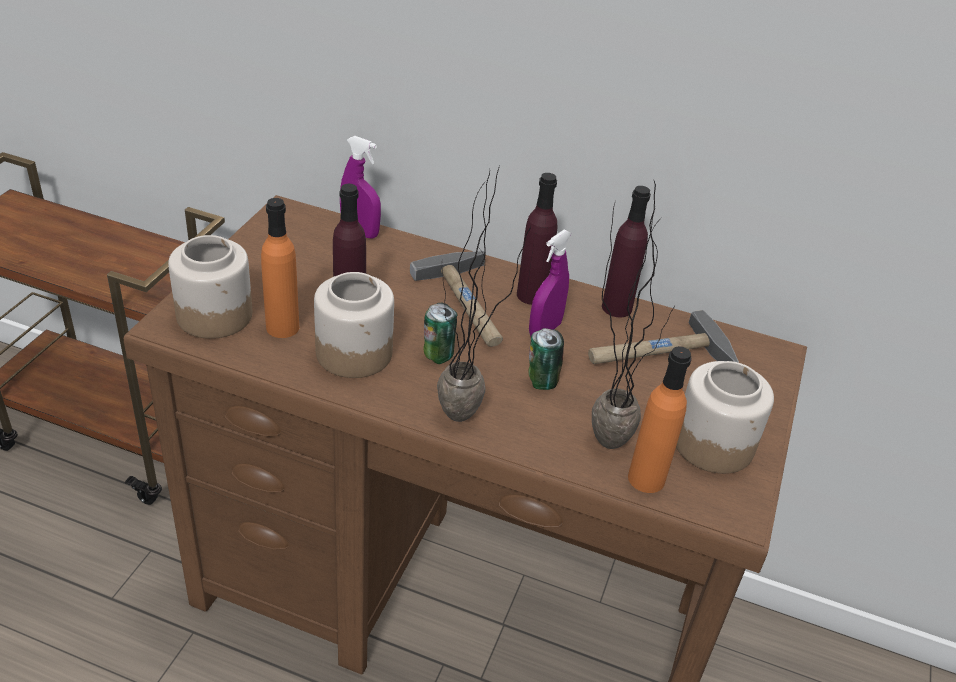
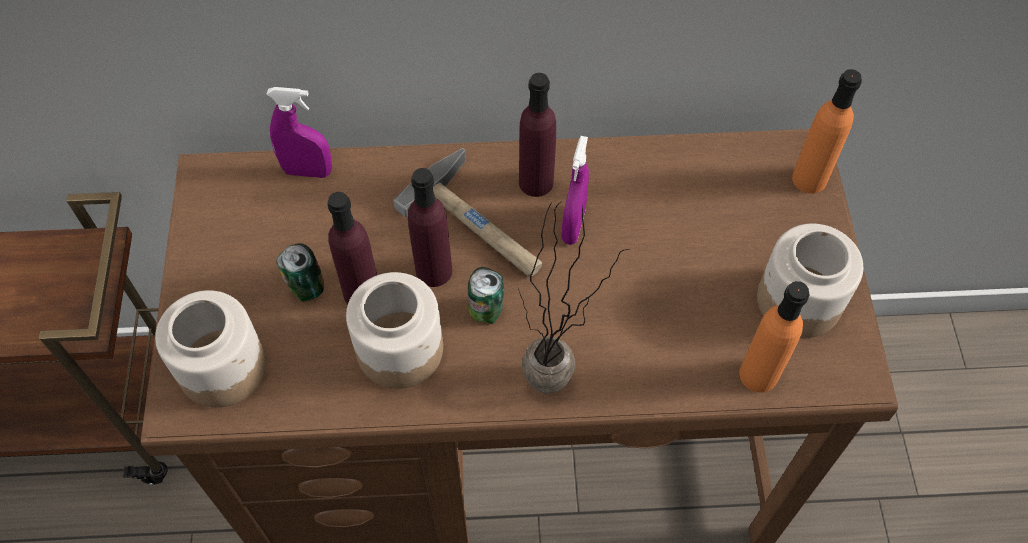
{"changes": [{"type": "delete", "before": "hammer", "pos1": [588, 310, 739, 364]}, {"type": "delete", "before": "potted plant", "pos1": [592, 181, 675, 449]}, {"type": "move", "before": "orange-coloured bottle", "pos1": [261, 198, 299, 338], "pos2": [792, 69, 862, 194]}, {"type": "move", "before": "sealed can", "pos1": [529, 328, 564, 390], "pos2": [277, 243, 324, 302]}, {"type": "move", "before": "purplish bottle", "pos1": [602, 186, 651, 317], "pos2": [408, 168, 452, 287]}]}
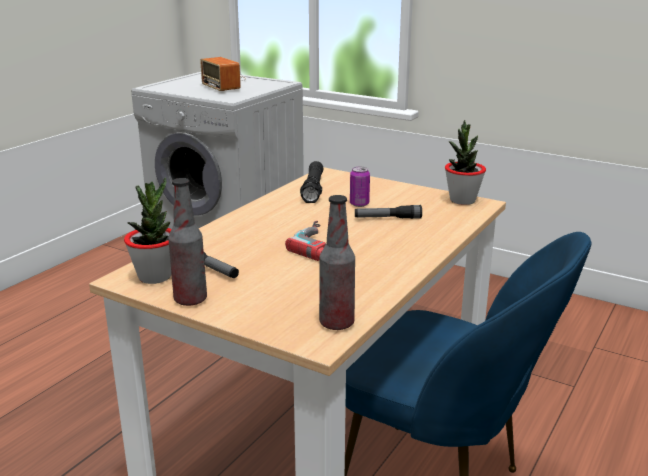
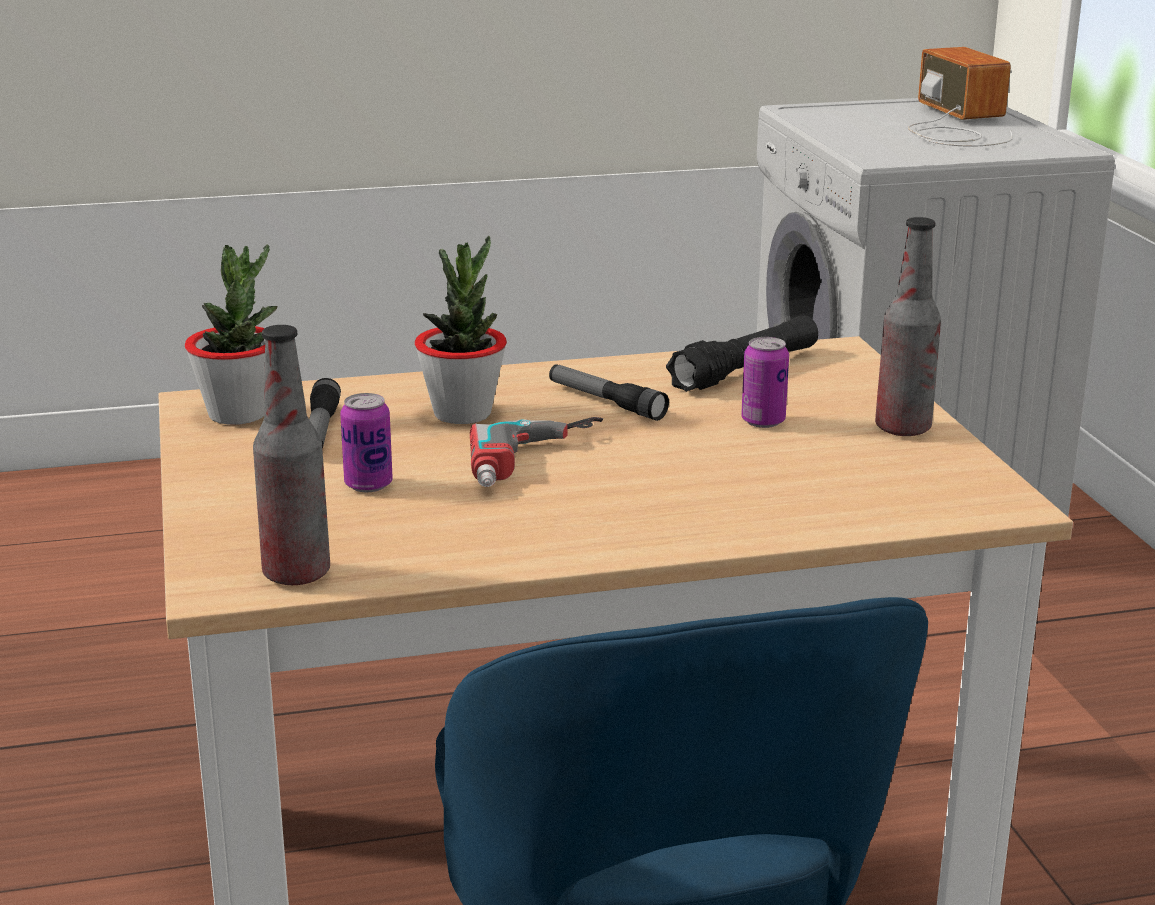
{"changes": [{"type": "insert", "after": "sealed can", "pos2": [340, 393, 393, 492]}, {"type": "move", "before": "bottle", "pos1": [168, 178, 207, 306], "pos2": [875, 217, 941, 436]}, {"type": "move", "before": "hand torch", "pos1": [355, 205, 422, 219], "pos2": [549, 364, 669, 421]}, {"type": "move", "before": "potted plant", "pos1": [445, 120, 486, 205], "pos2": [415, 236, 507, 424]}, {"type": "rotate", "before": "radio set", "pos1": [200, 57, 246, 91], "pos2": [908, 47, 1013, 147], "turn": 150}]}
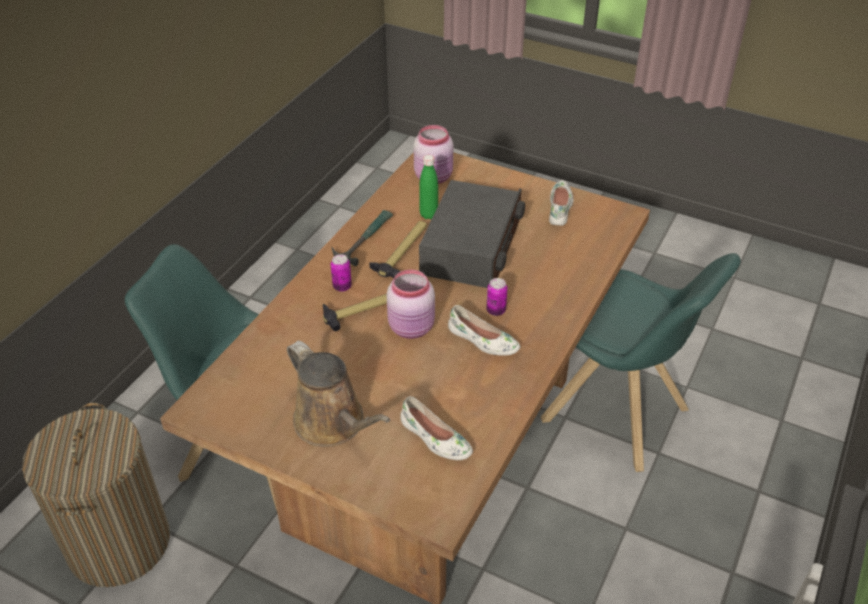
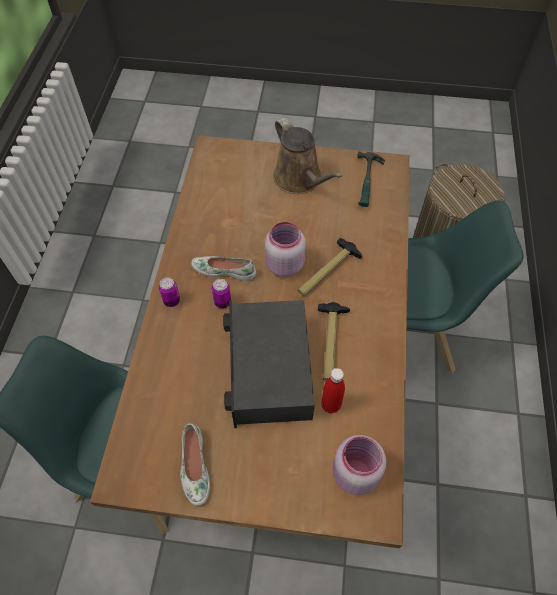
{"changes": [{"type": "delete", "before": "white item of footwear", "pos1": [400, 396, 473, 460]}, {"type": "move", "before": "sealed can", "pos1": [331, 254, 352, 292], "pos2": [159, 277, 180, 307]}, {"type": "move", "before": "hammer", "pos1": [332, 210, 393, 266], "pos2": [357, 152, 385, 207]}, {"type": "recolor", "before": "greenish bottle", "after": "reddish bottle", "pos1": [420, 155, 438, 219], "pos2": [321, 368, 345, 413]}, {"type": "rotate", "before": "brown sprinkling can", "pos1": [287, 341, 390, 447], "pos2": [273, 118, 342, 194], "turn": -150}]}
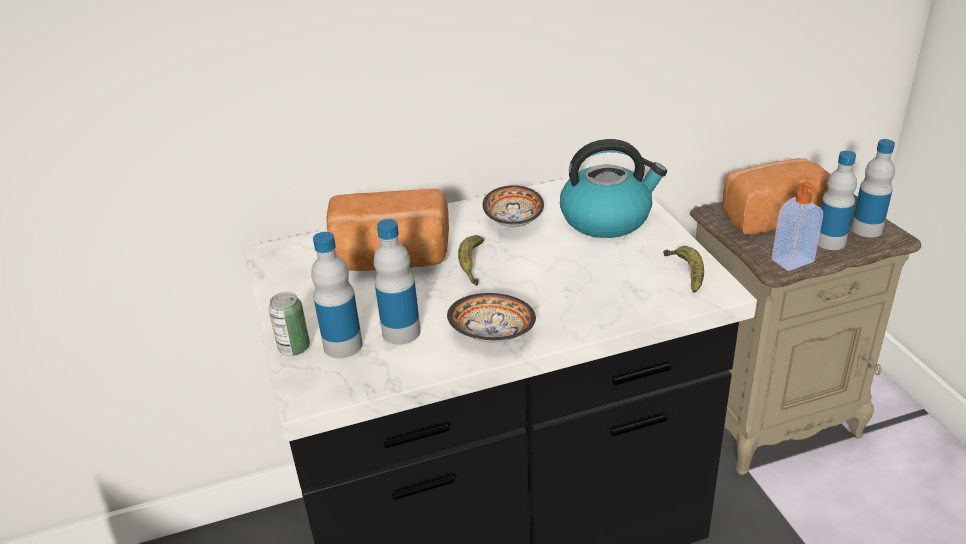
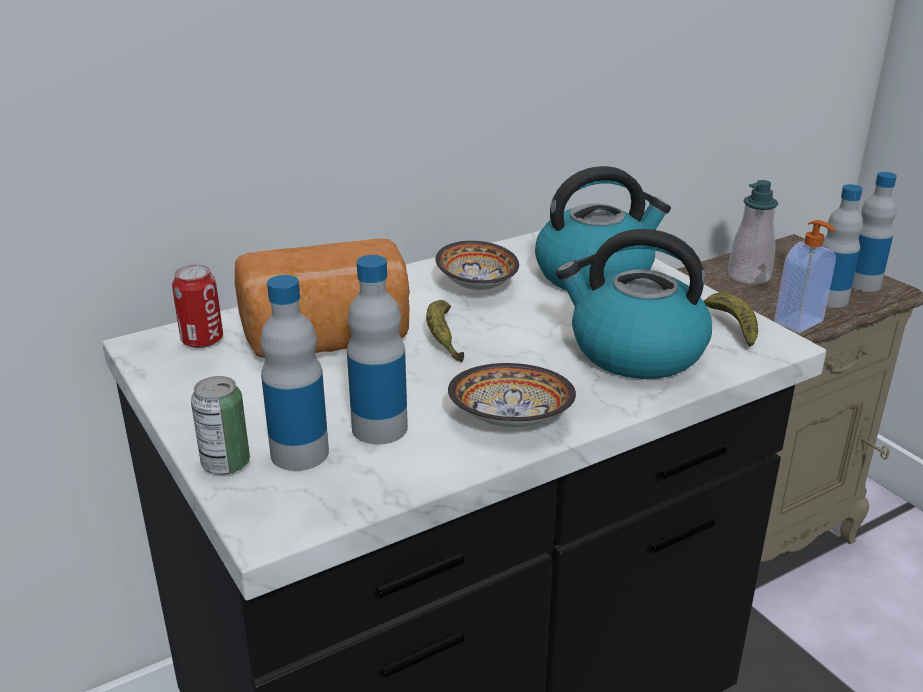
{"changes": [{"type": "insert", "after": "sealed can", "pos2": [172, 264, 223, 348]}, {"type": "insert", "after": "kettle", "pos2": [556, 229, 712, 379]}, {"type": "replace", "before": "bread", "after": "liquid soap bottle", "pos1": [723, 158, 830, 235], "pos2": [728, 180, 778, 285]}]}
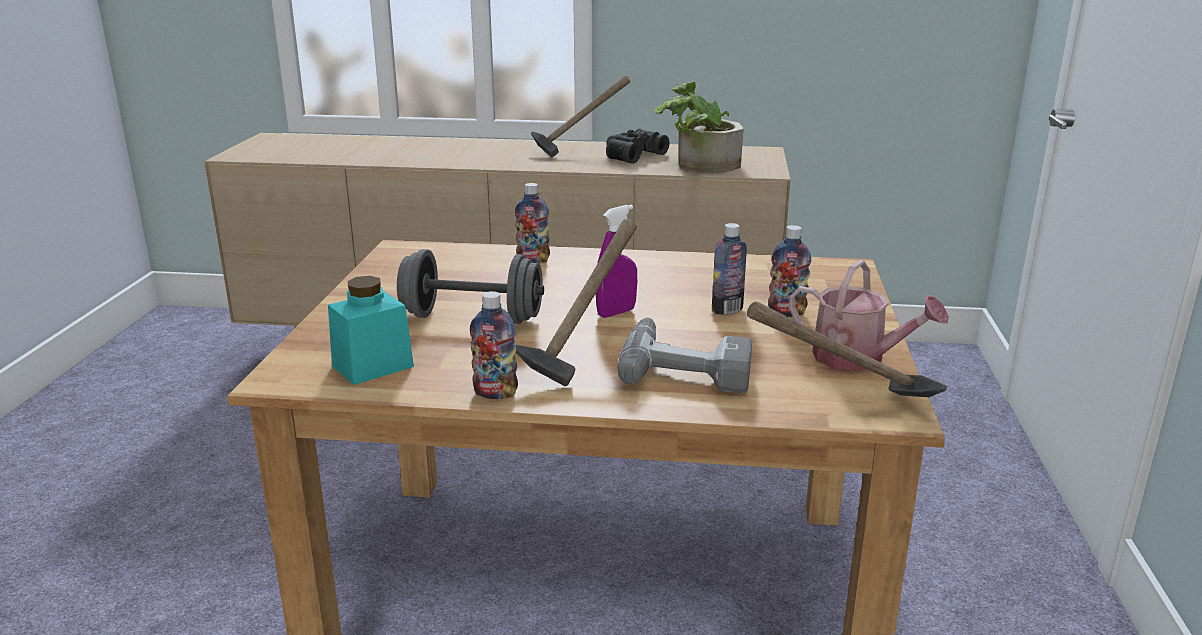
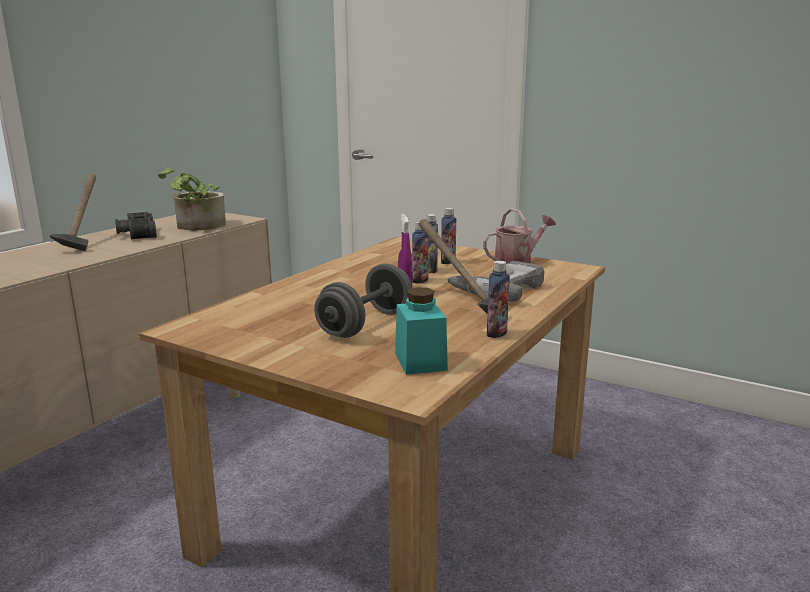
{"changes": [{"type": "delete", "before": "hammer", "pos1": [747, 302, 947, 397]}, {"type": "move", "before": "bottle", "pos1": [515, 183, 550, 263], "pos2": [412, 222, 429, 284]}]}
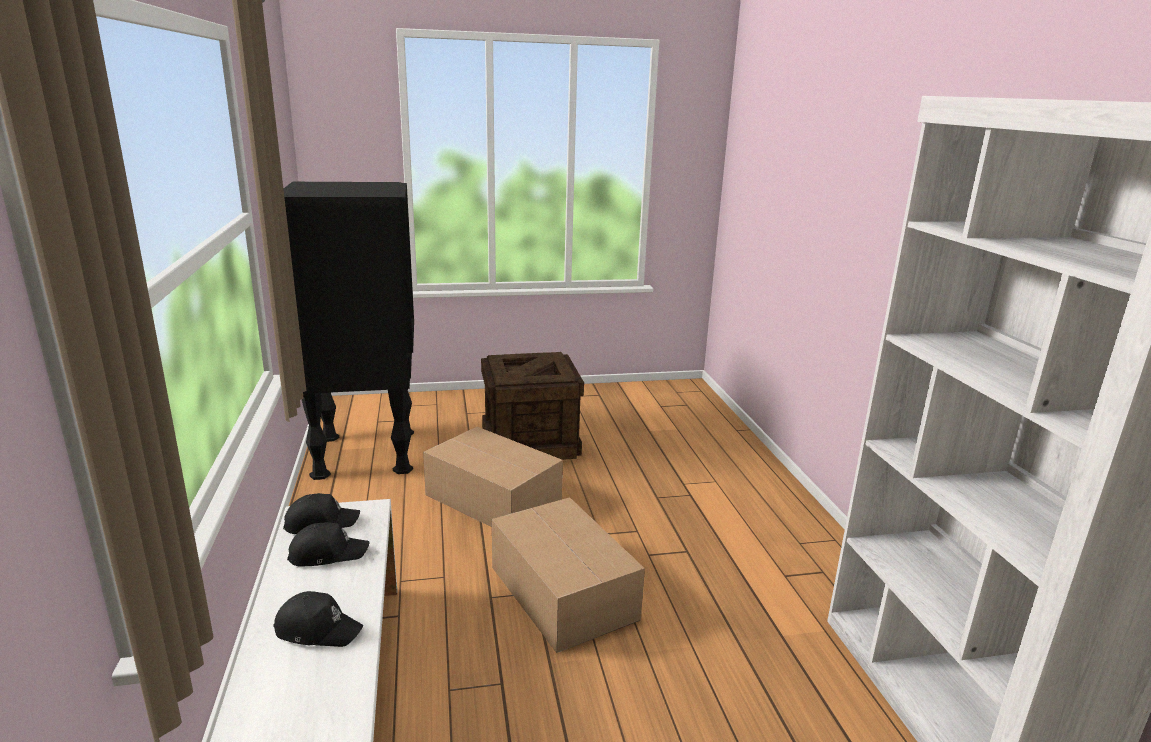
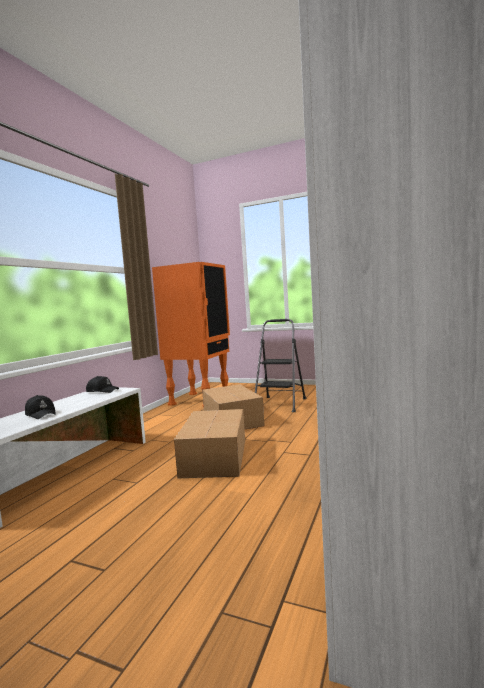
{"changes": [{"type": "delete", "before": "black-coloured baseball cap", "pos1": [287, 522, 370, 566]}, {"type": "replace", "before": "crate", "after": "black-coloured stepladder", "pos1": [481, 352, 584, 460], "pos2": [255, 319, 307, 412]}, {"type": "recolor", "before": "black-coloured cupboard", "after": "orange-coloured cupboard", "pos1": [283, 182, 414, 480], "pos2": [152, 262, 230, 407]}]}
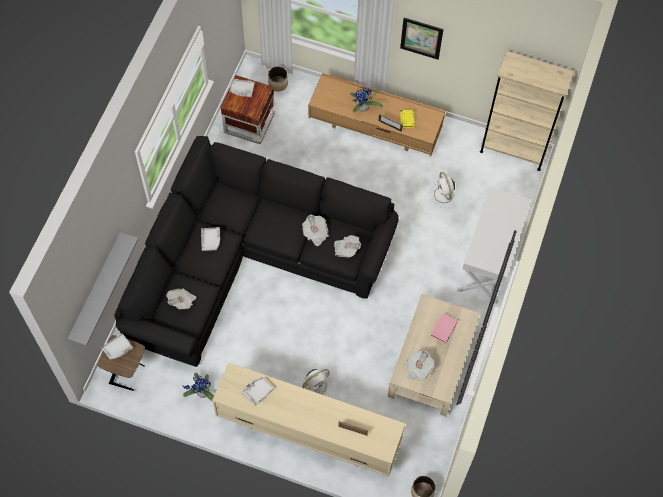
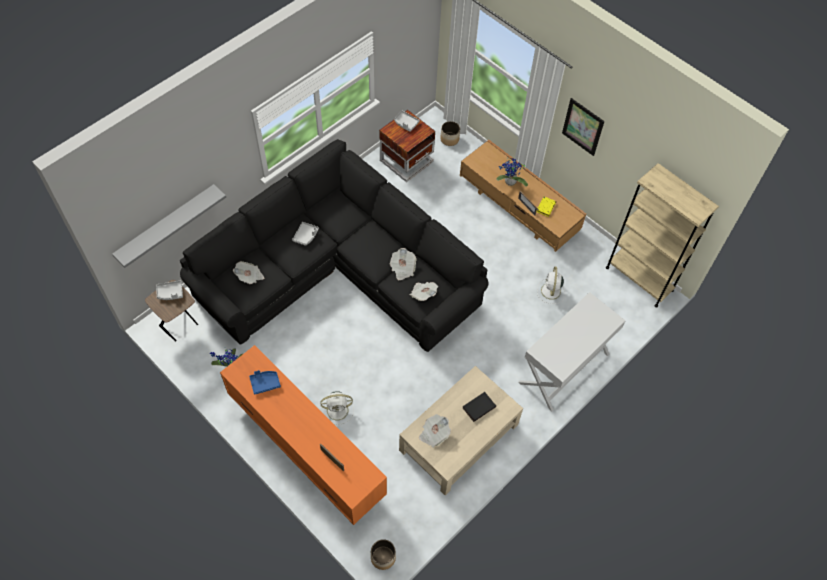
{"changes": [{"type": "recolor", "before": "beige cupboard", "after": "orange-coloured cupboard", "pos1": [212, 362, 405, 477], "pos2": [220, 345, 387, 525]}, {"type": "recolor", "before": "grey carrying tray", "after": "blue carrying tray", "pos1": [242, 377, 274, 406], "pos2": [249, 370, 281, 395]}, {"type": "recolor", "before": "pink-coloured book", "after": "black-coloured book", "pos1": [430, 313, 458, 344], "pos2": [463, 392, 496, 422]}]}
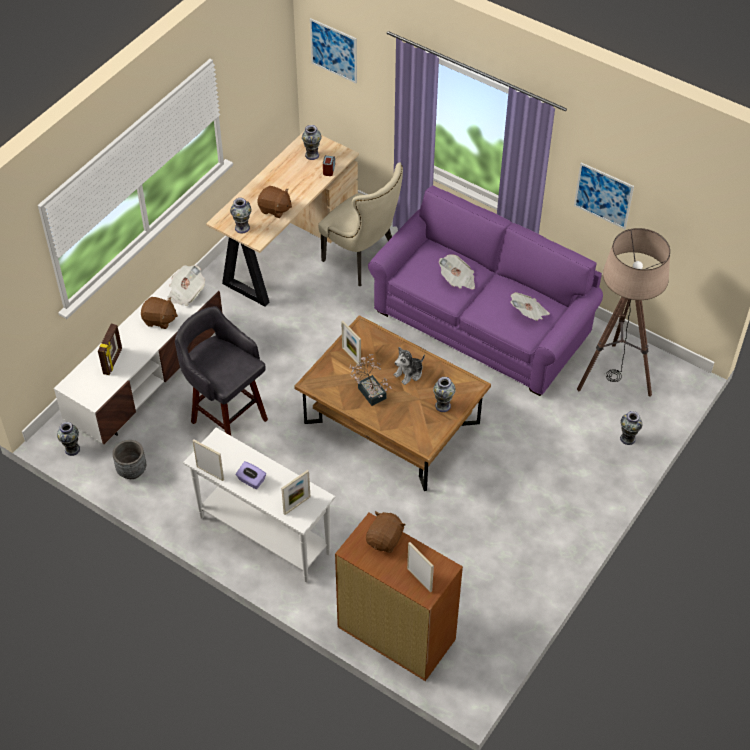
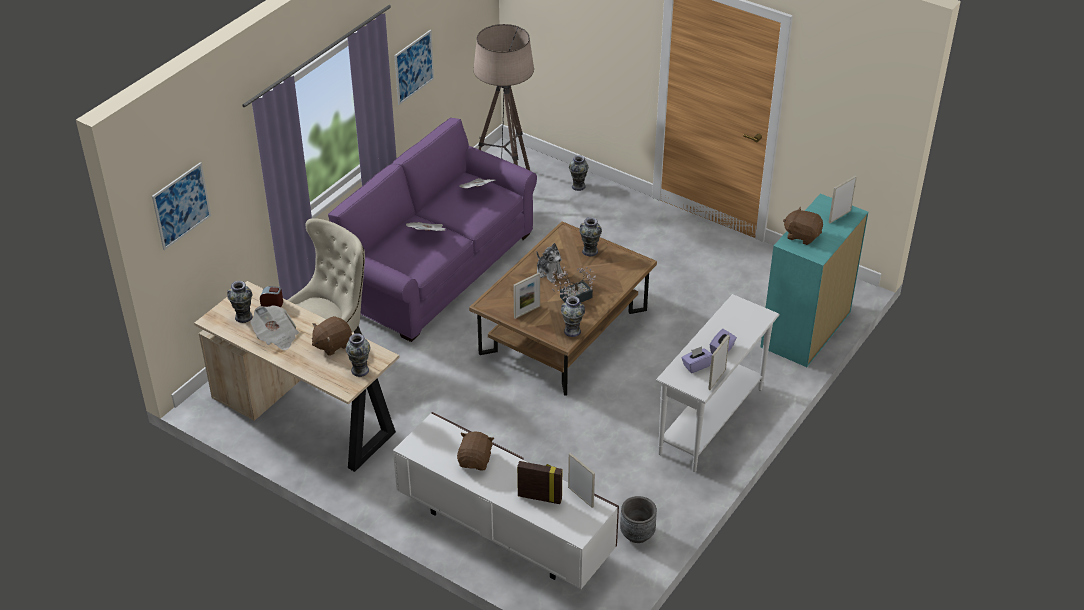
{"changes": [{"type": "delete", "before": "grey sitting stool", "pos1": [175, 306, 268, 436]}, {"type": "insert", "after": "purplish box of tissues", "pos2": [682, 346, 712, 373]}, {"type": "move", "before": "vase", "pos1": [57, 422, 80, 456], "pos2": [561, 296, 585, 337]}, {"type": "move", "before": "daily paper", "pos1": [167, 265, 205, 306], "pos2": [250, 306, 299, 351]}, {"type": "move", "before": "picture frame", "pos1": [281, 470, 310, 515], "pos2": [568, 453, 595, 508]}, {"type": "recolor", "before": "brown cupboard", "after": "turquoise cupboard", "pos1": [335, 513, 463, 681], "pos2": [760, 194, 868, 367]}, {"type": "rotate", "before": "brown plush toy", "pos1": [257, 186, 292, 218], "pos2": [312, 316, 352, 356], "turn": -150}]}
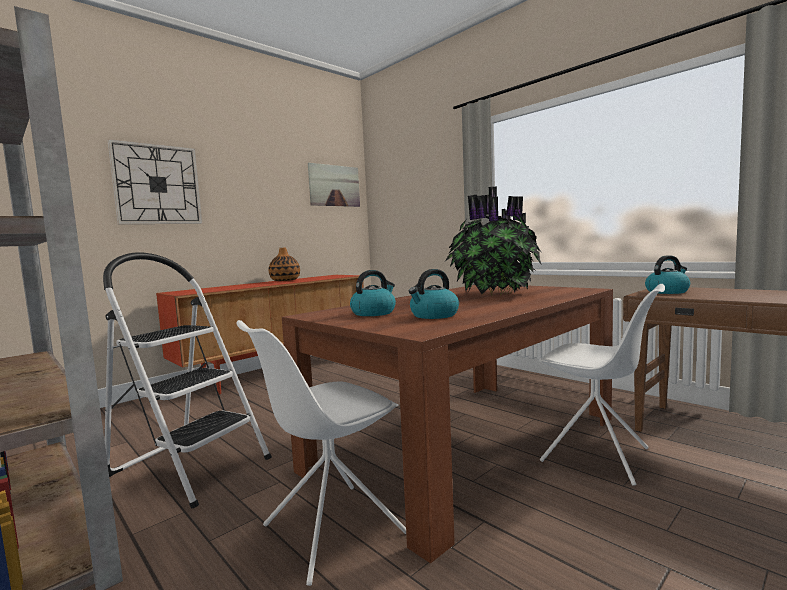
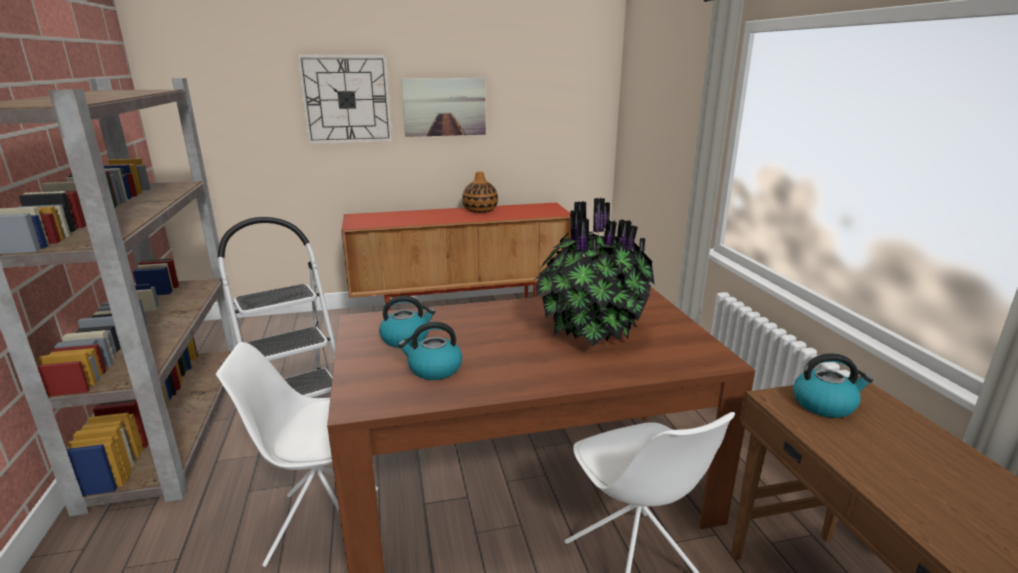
{"changes": [{"type": "move", "before": "picture", "pos1": [308, 163, 360, 207], "pos2": [401, 78, 486, 137]}]}
